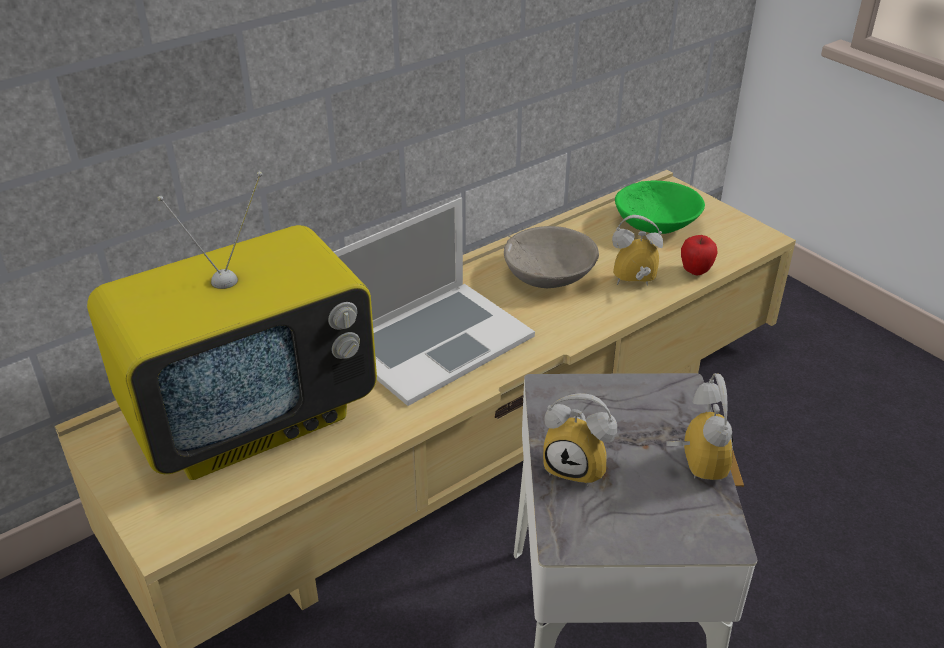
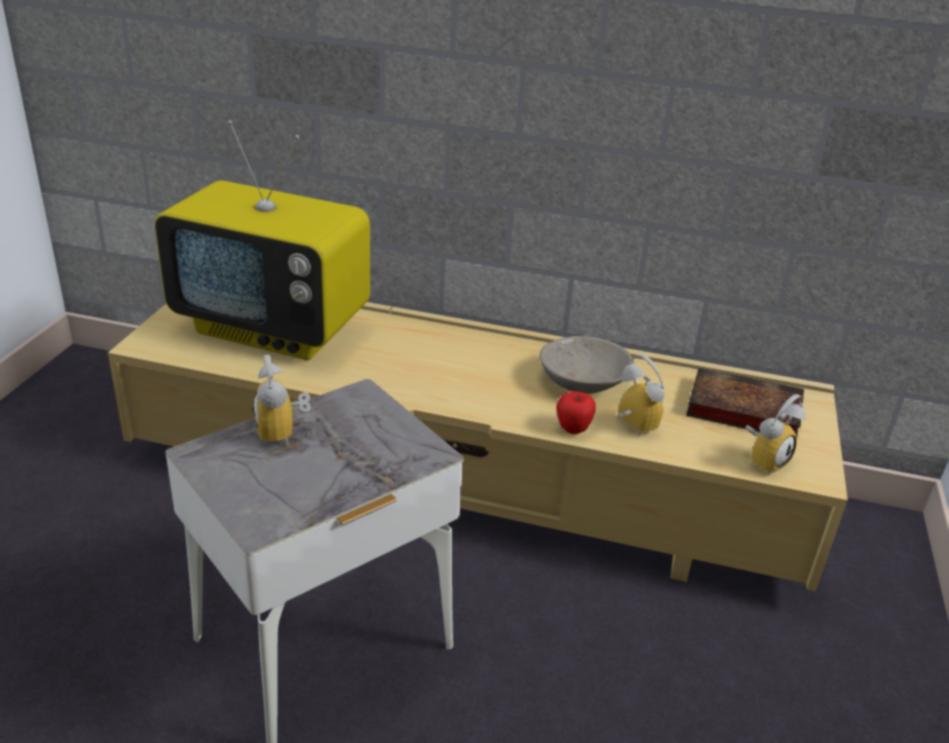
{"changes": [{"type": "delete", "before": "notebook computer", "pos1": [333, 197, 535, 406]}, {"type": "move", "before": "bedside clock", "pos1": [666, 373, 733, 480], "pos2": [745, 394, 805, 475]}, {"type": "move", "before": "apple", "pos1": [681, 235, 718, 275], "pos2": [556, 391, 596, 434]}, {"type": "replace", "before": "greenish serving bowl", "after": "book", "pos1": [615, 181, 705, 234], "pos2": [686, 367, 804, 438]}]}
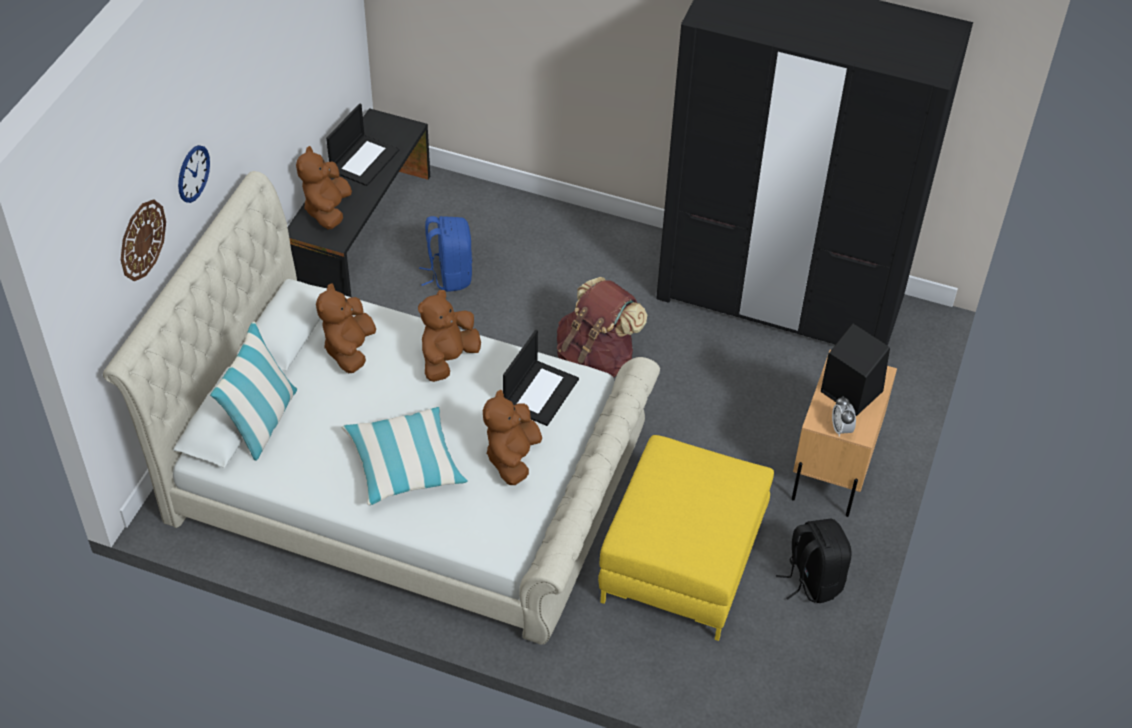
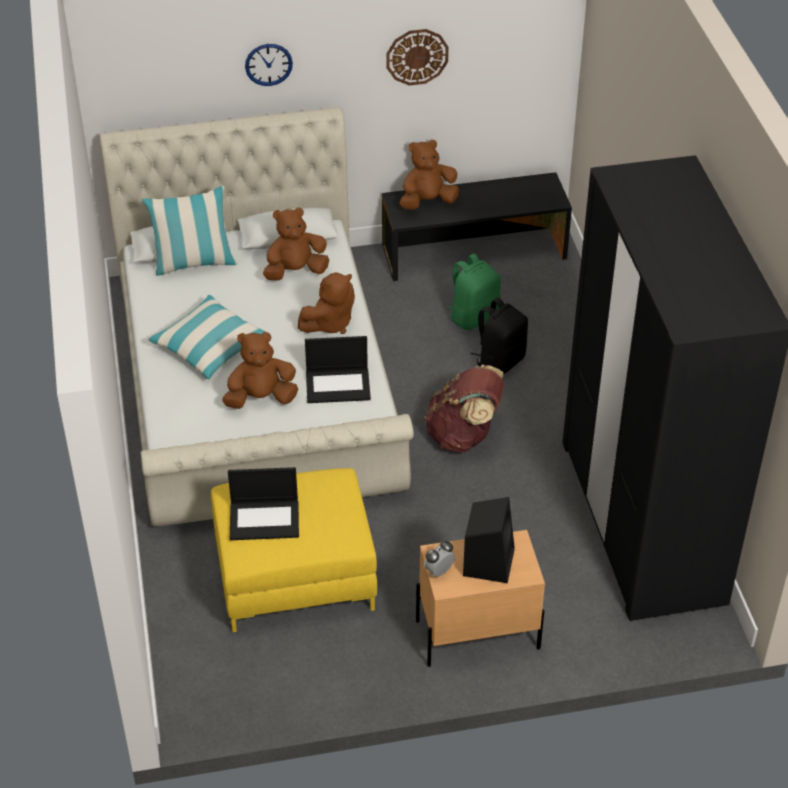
{"changes": [{"type": "move", "before": "clock on the wall", "pos1": [121, 199, 166, 281], "pos2": [387, 29, 449, 85]}, {"type": "move", "before": "notebook computer", "pos1": [326, 104, 399, 186], "pos2": [228, 467, 299, 540]}, {"type": "move", "before": "black-coloured knapsack", "pos1": [776, 519, 852, 603], "pos2": [471, 297, 528, 375]}, {"type": "recolor", "before": "blue knapsack", "after": "greenish knapsack", "pos1": [419, 216, 472, 292], "pos2": [447, 254, 501, 330]}, {"type": "rotate", "before": "brown plush toy", "pos1": [418, 290, 481, 382], "pos2": [298, 272, 355, 334], "turn": 135}]}
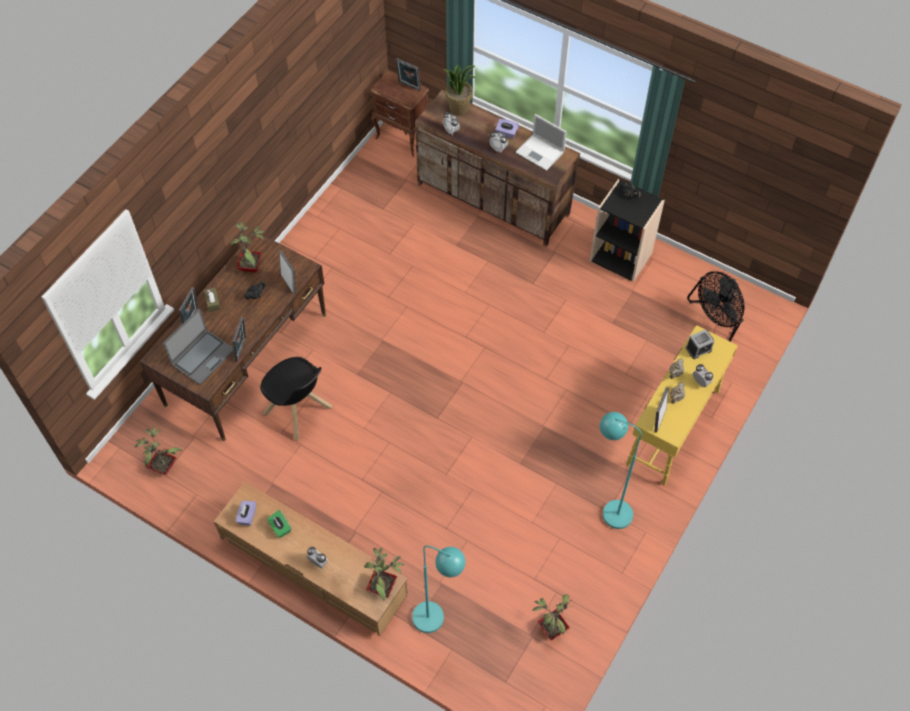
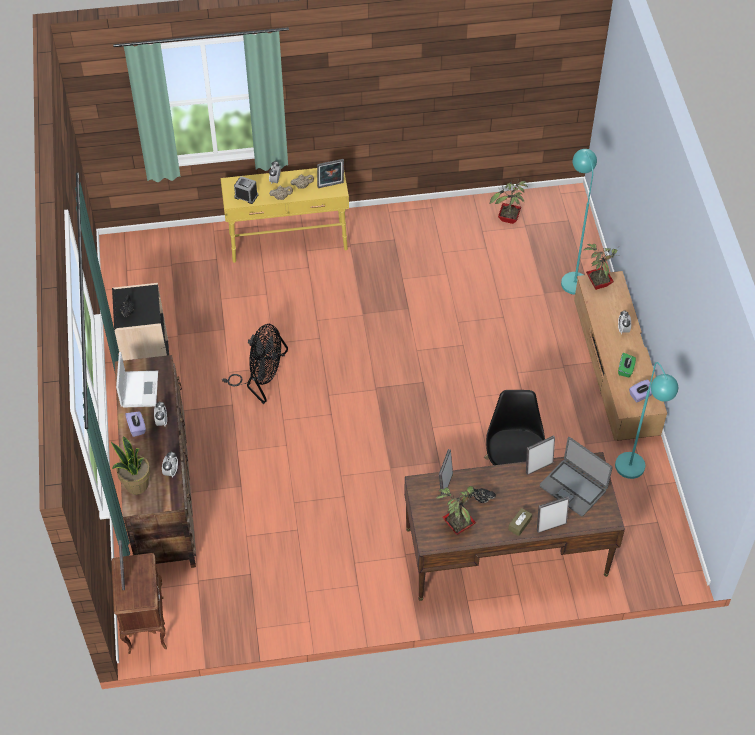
{"changes": [{"type": "delete", "before": "potted plant", "pos1": [135, 427, 182, 476]}, {"type": "move", "before": "turquoise floor lamp", "pos1": [600, 412, 641, 529], "pos2": [615, 362, 678, 479]}, {"type": "move", "before": "black-coloured fan", "pos1": [687, 271, 744, 342], "pos2": [222, 324, 288, 404]}, {"type": "rotate", "before": "notebook computer", "pos1": [163, 309, 234, 385], "pos2": [540, 437, 613, 517], "turn": -135}]}
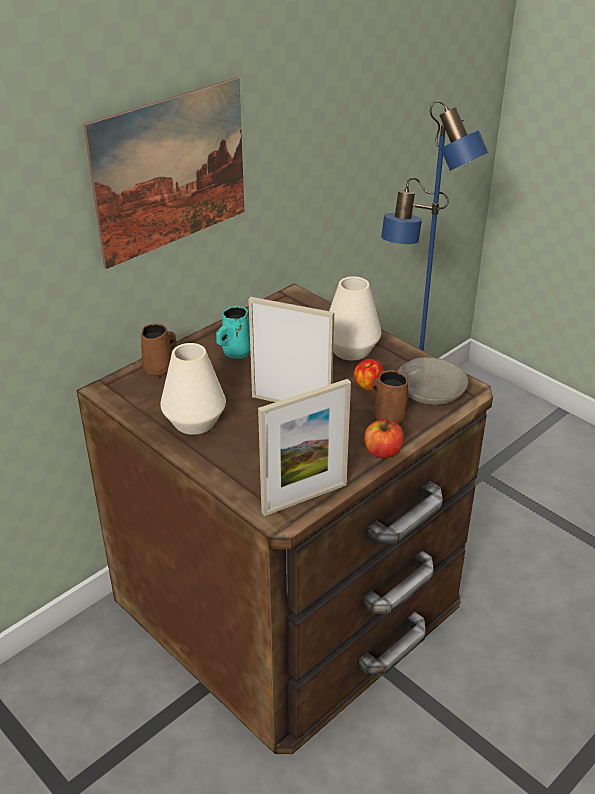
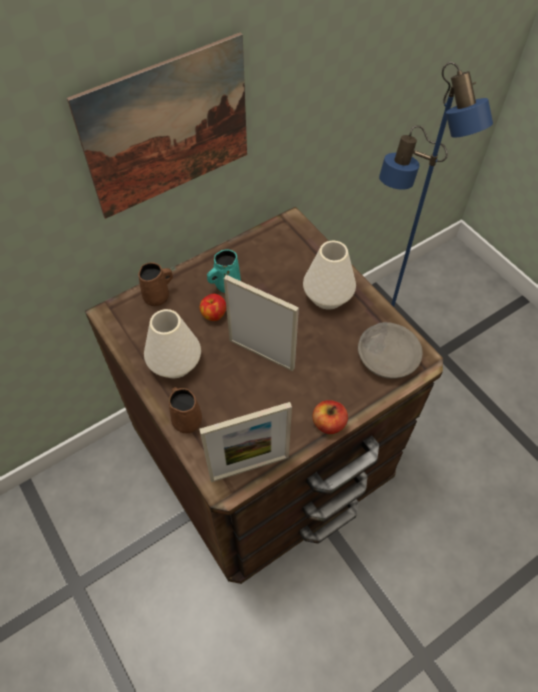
{"changes": [{"type": "move", "before": "apple", "pos1": [354, 359, 384, 390], "pos2": [200, 294, 226, 321]}, {"type": "move", "before": "brown tea mug", "pos1": [372, 370, 408, 426], "pos2": [169, 387, 202, 433]}]}
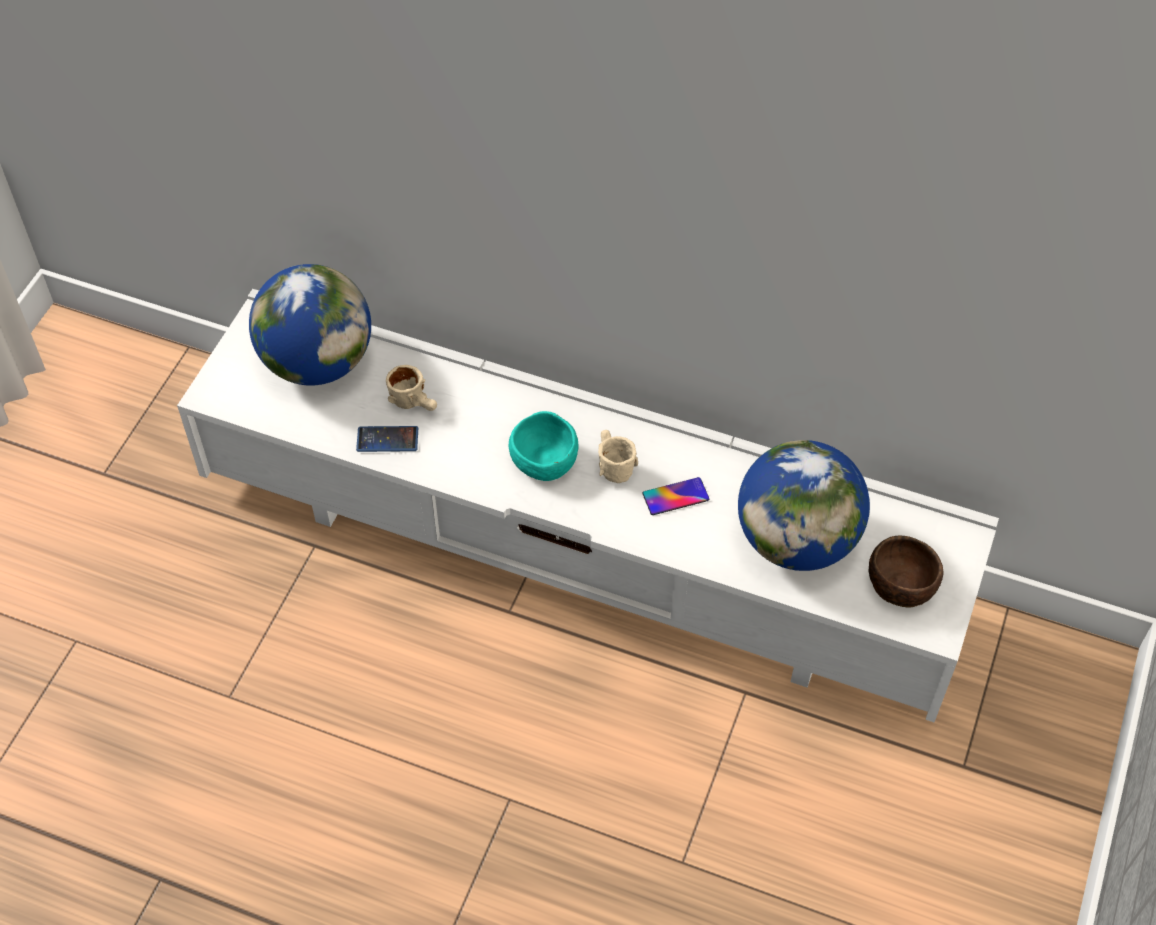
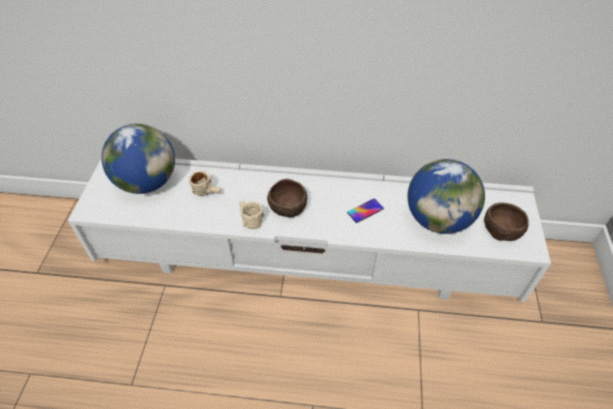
{"changes": [{"type": "delete", "before": "telephone", "pos1": [356, 426, 418, 452]}, {"type": "move", "before": "beige tea mug", "pos1": [598, 430, 638, 483], "pos2": [240, 201, 264, 229]}, {"type": "recolor", "before": "turquoise serving bowl", "after": "brown serving bowl", "pos1": [509, 411, 578, 481], "pos2": [267, 179, 307, 217]}]}
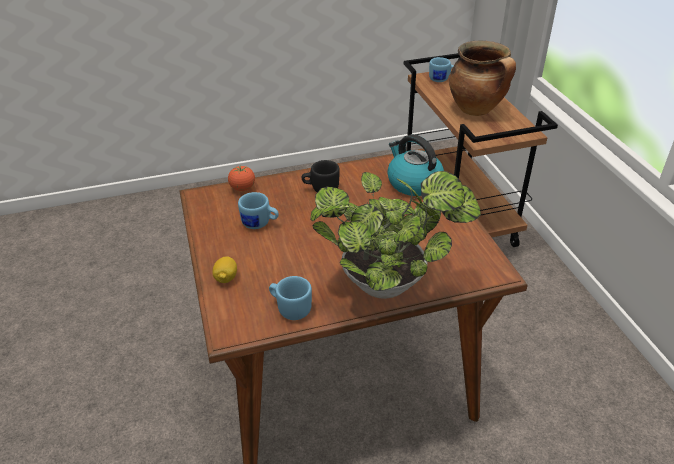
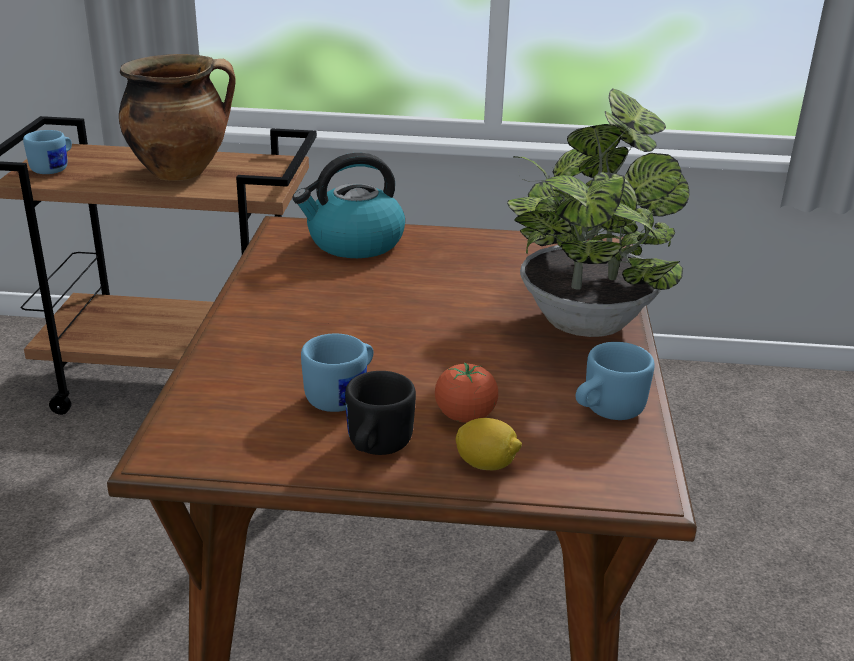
{"changes": [{"type": "move", "before": "fresh tomato", "pos1": [228, 165, 255, 191], "pos2": [435, 363, 498, 423]}, {"type": "move", "before": "black-coloured tea mug", "pos1": [302, 160, 340, 192], "pos2": [345, 371, 416, 455]}]}
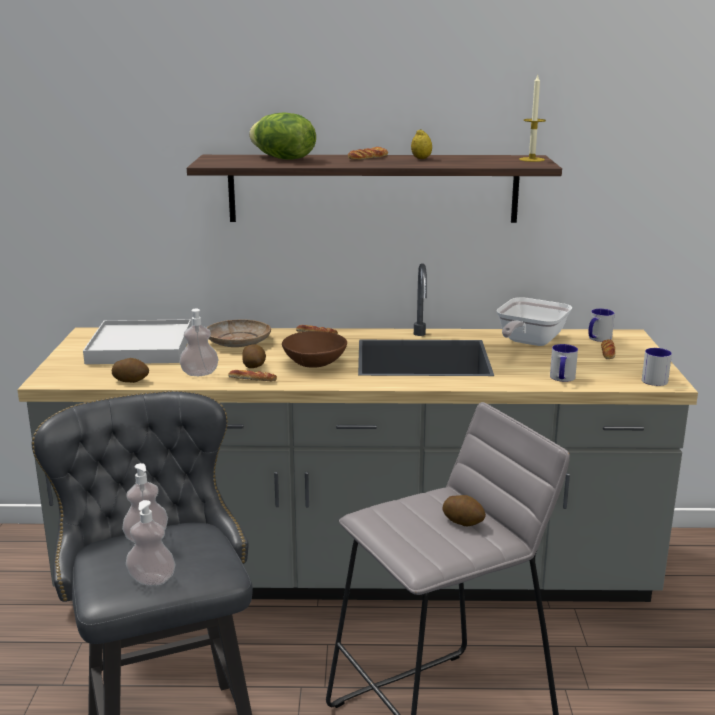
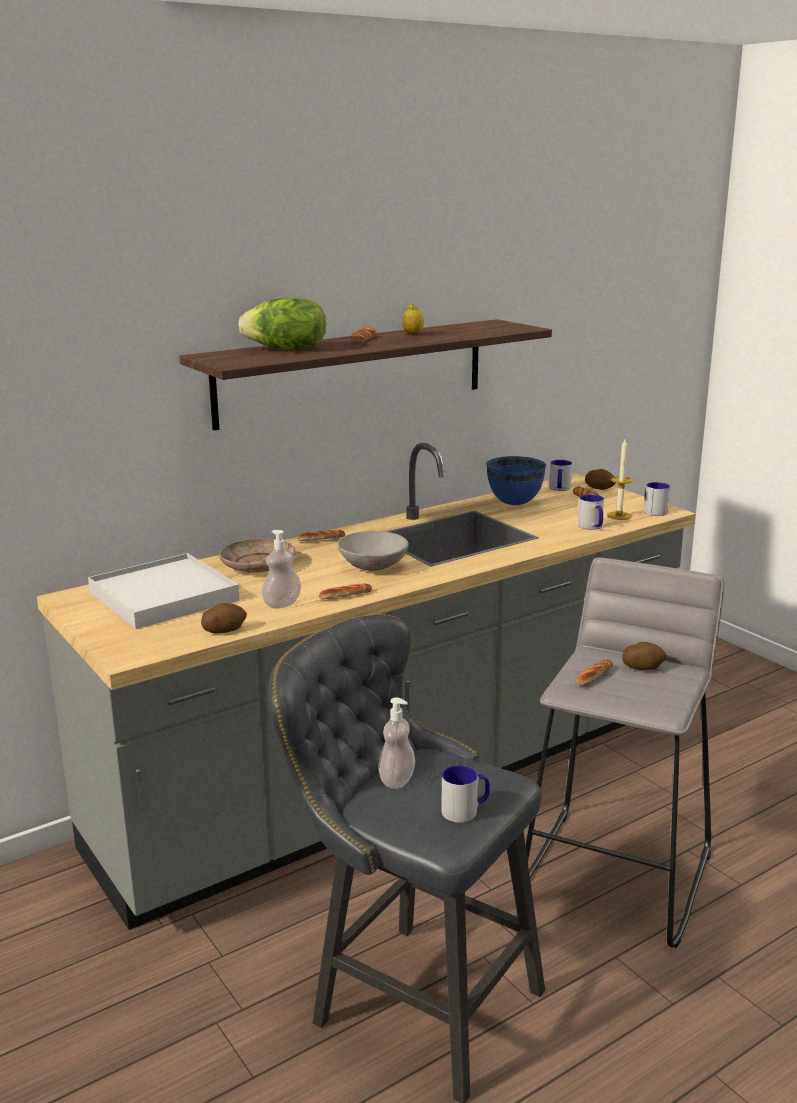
{"changes": [{"type": "insert", "after": "bread", "pos2": [576, 659, 613, 685]}, {"type": "move", "before": "spud", "pos1": [242, 344, 266, 368], "pos2": [585, 469, 616, 490]}, {"type": "move", "before": "candle", "pos1": [519, 75, 546, 162], "pos2": [607, 440, 633, 520]}, {"type": "replace", "before": "liquid soap bottle", "after": "tea mug", "pos1": [126, 500, 176, 586], "pos2": [441, 765, 490, 823]}, {"type": "replace", "before": "skillet", "after": "blue serving bowl", "pos1": [496, 297, 572, 346], "pos2": [486, 456, 546, 505]}, {"type": "recolor", "before": "brown serving bowl", "after": "grey serving bowl", "pos1": [282, 331, 347, 368], "pos2": [337, 531, 409, 571]}]}
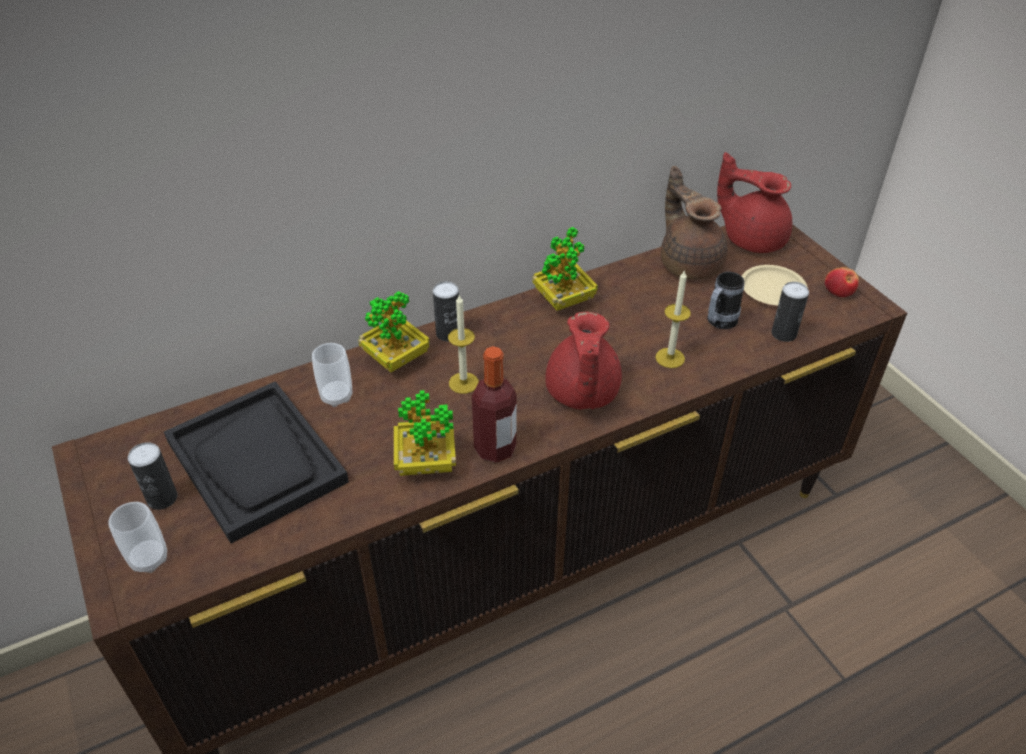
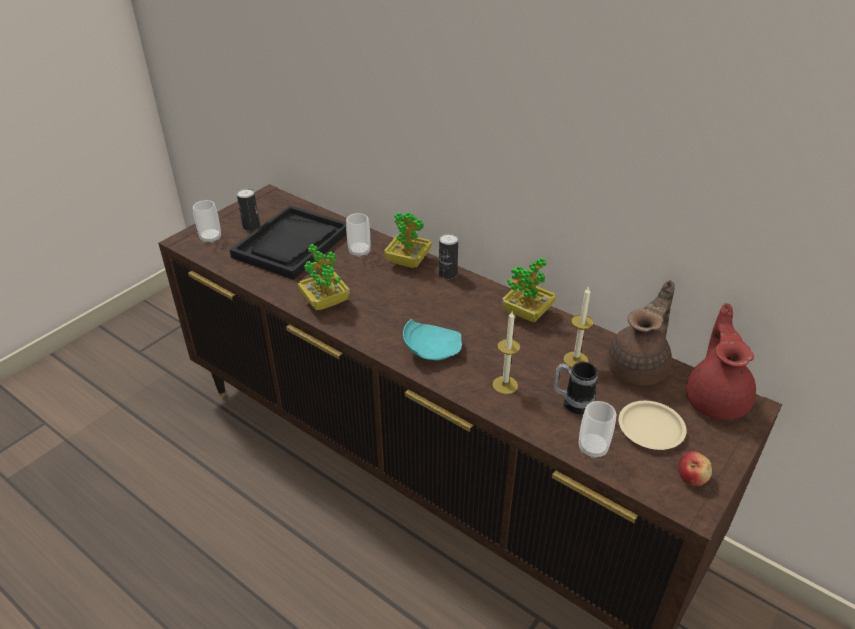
{"changes": [{"type": "delete", "before": "bottle", "pos1": [472, 346, 517, 463]}, {"type": "move", "before": "candle", "pos1": [448, 295, 479, 394], "pos2": [563, 286, 594, 368]}, {"type": "replace", "before": "reddish tea pot", "after": "turquoise dinner plate", "pos1": [545, 312, 622, 410], "pos2": [403, 319, 462, 360]}, {"type": "replace", "before": "sealed can", "after": "drinking cup", "pos1": [772, 282, 809, 342], "pos2": [579, 401, 616, 459]}]}
